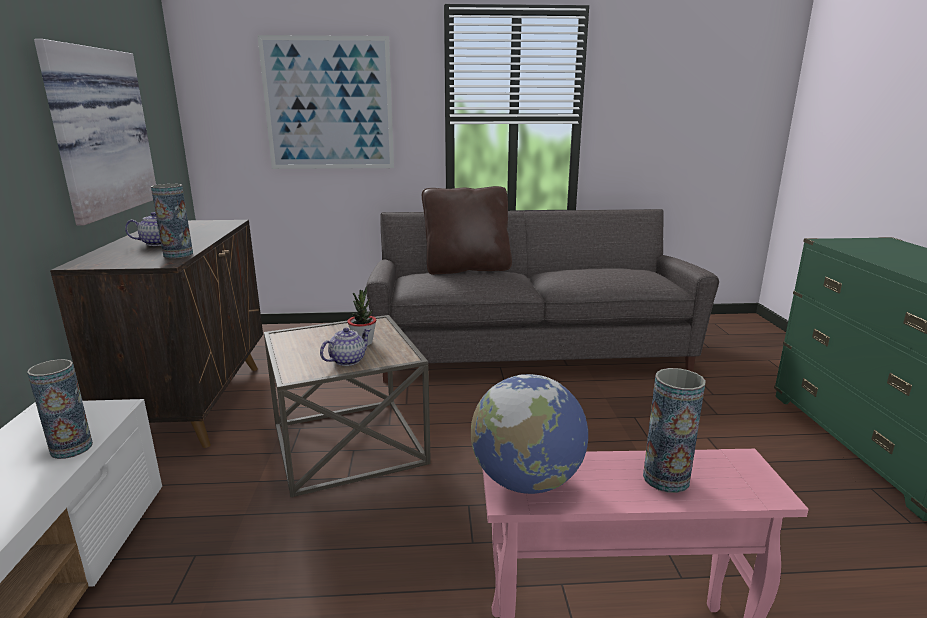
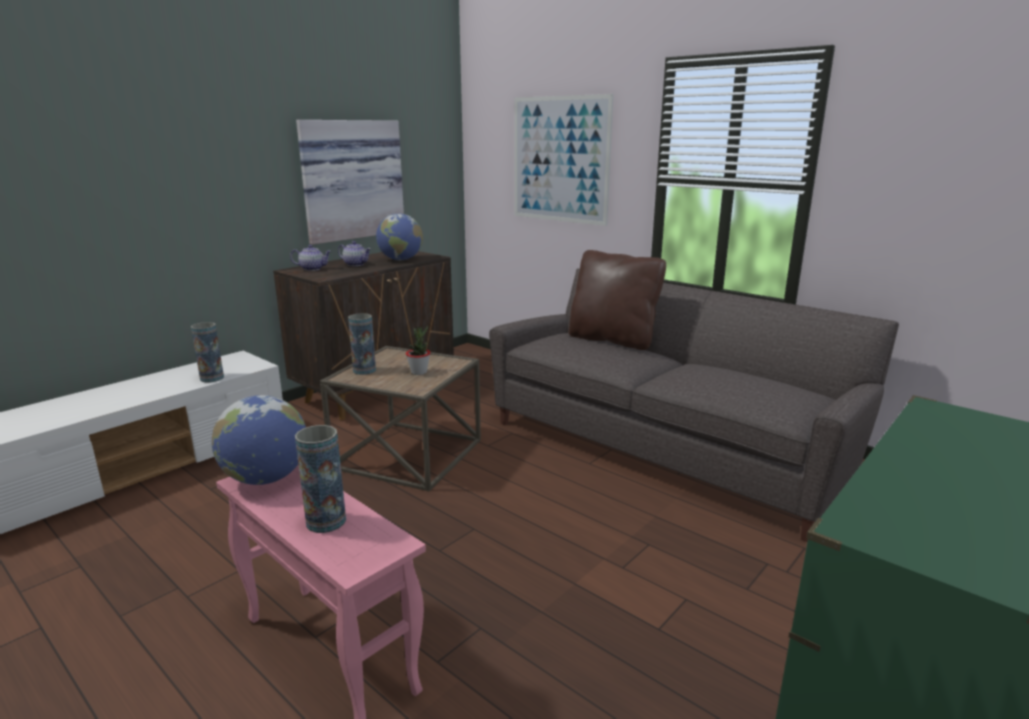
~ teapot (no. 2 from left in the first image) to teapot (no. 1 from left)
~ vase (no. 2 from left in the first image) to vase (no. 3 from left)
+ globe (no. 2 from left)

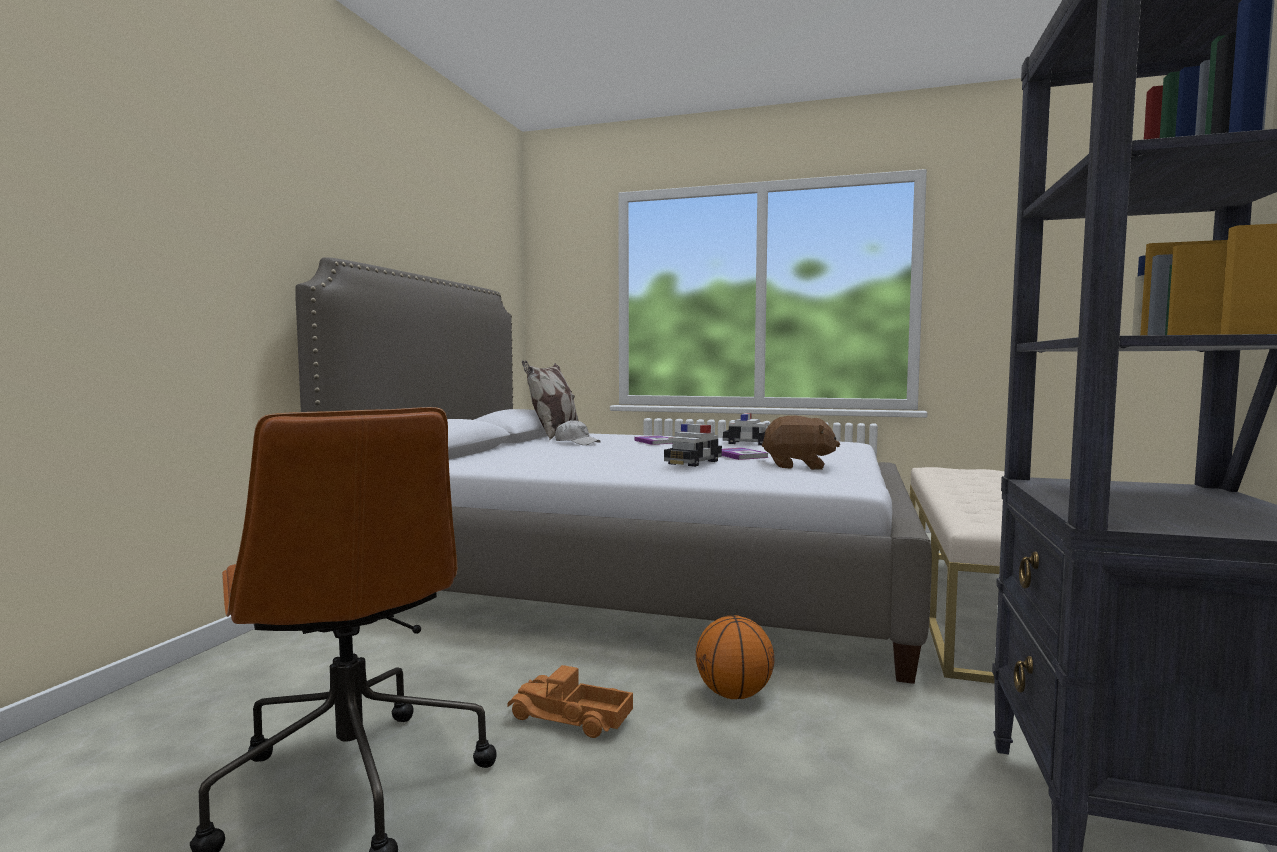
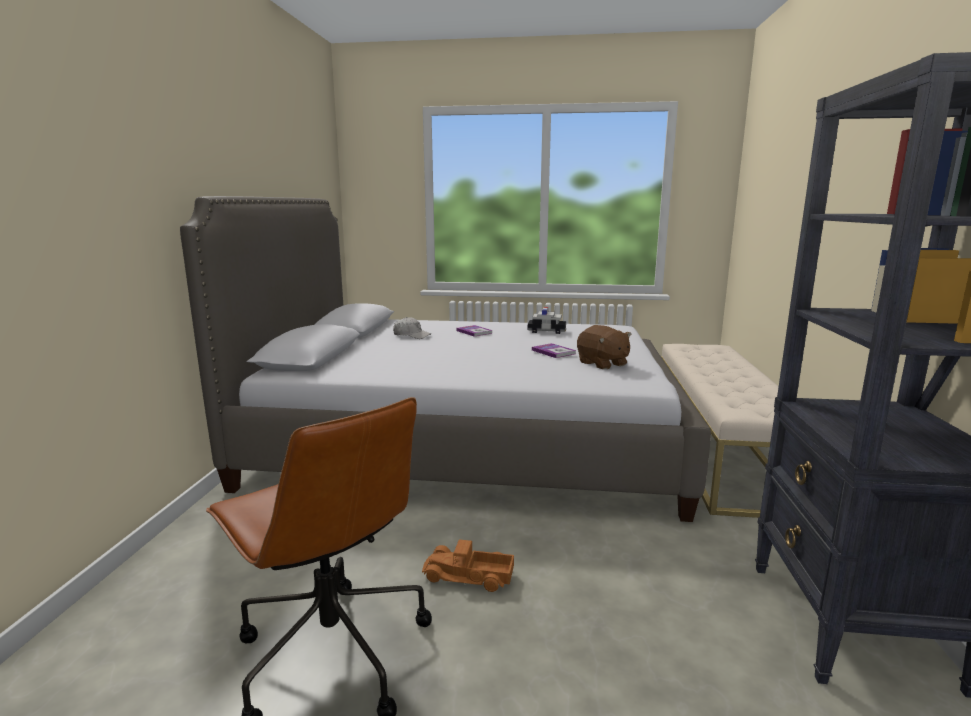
~ brown plush toy 60 degrees clockwise
- pillow
- toy car (no. 1 from left)
- basketball

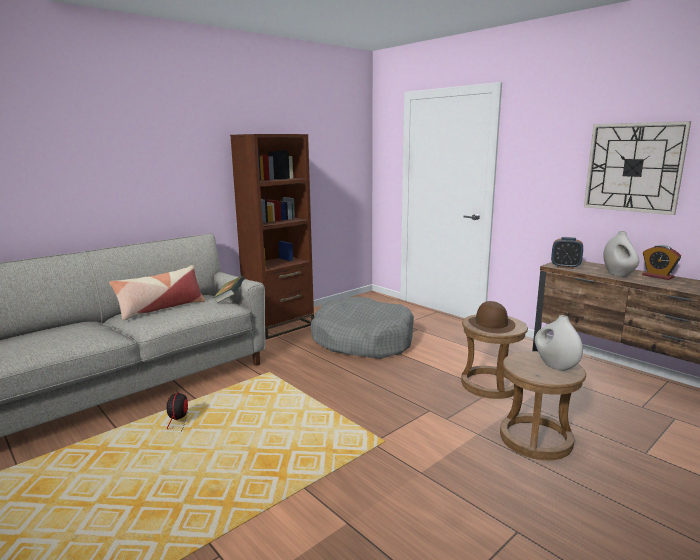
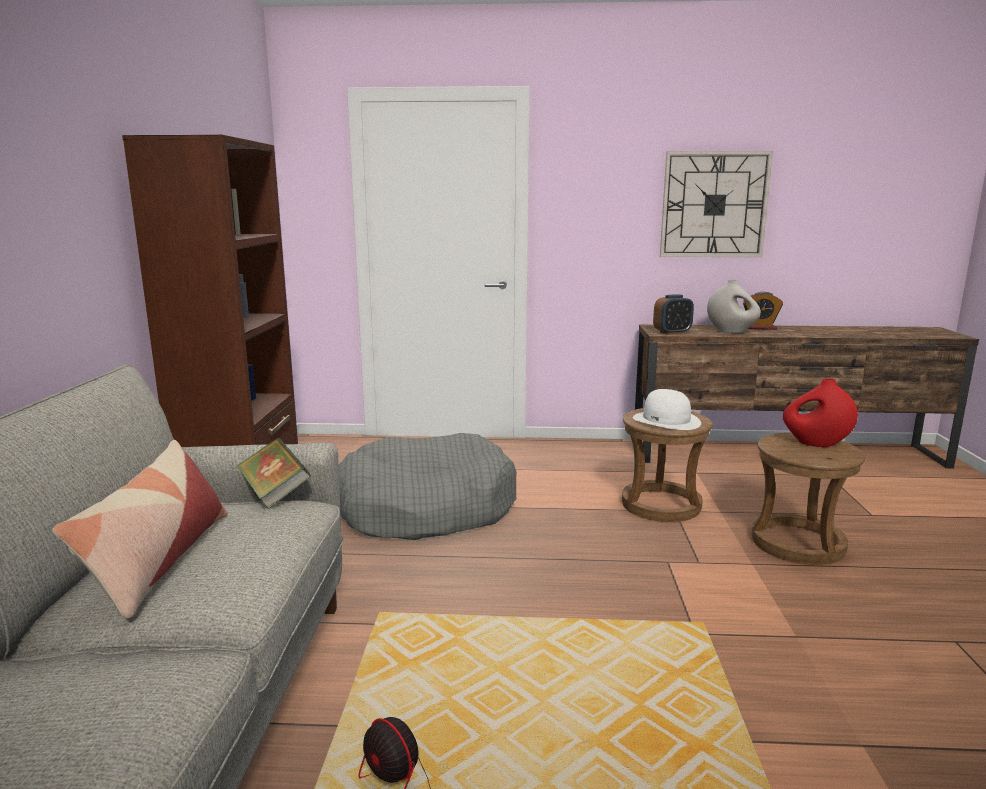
~ brown hat to white hat
~ white vase (no. 1 from left) to red vase

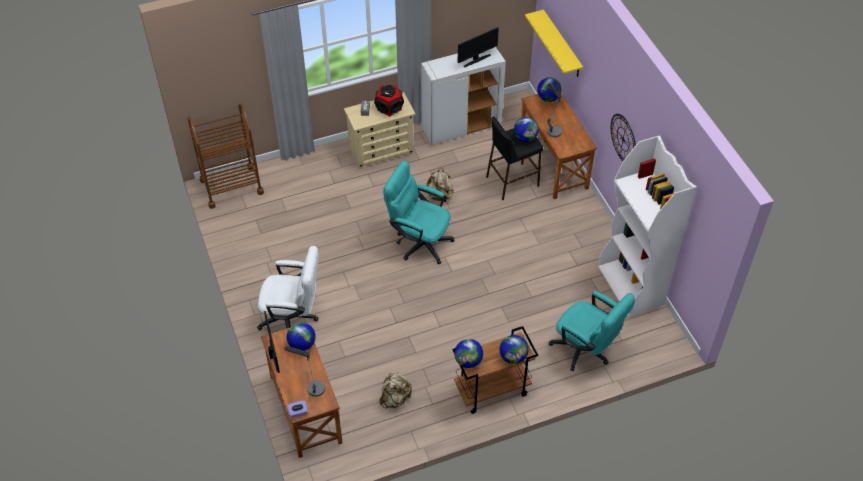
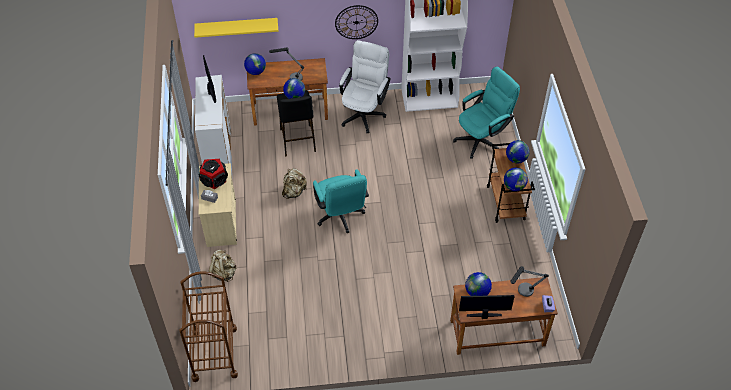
~ beige backpack (no. 1 from left)
~ turquoise office chair (no. 1 from left) 60 degrees counterclockwise
~ white office chair

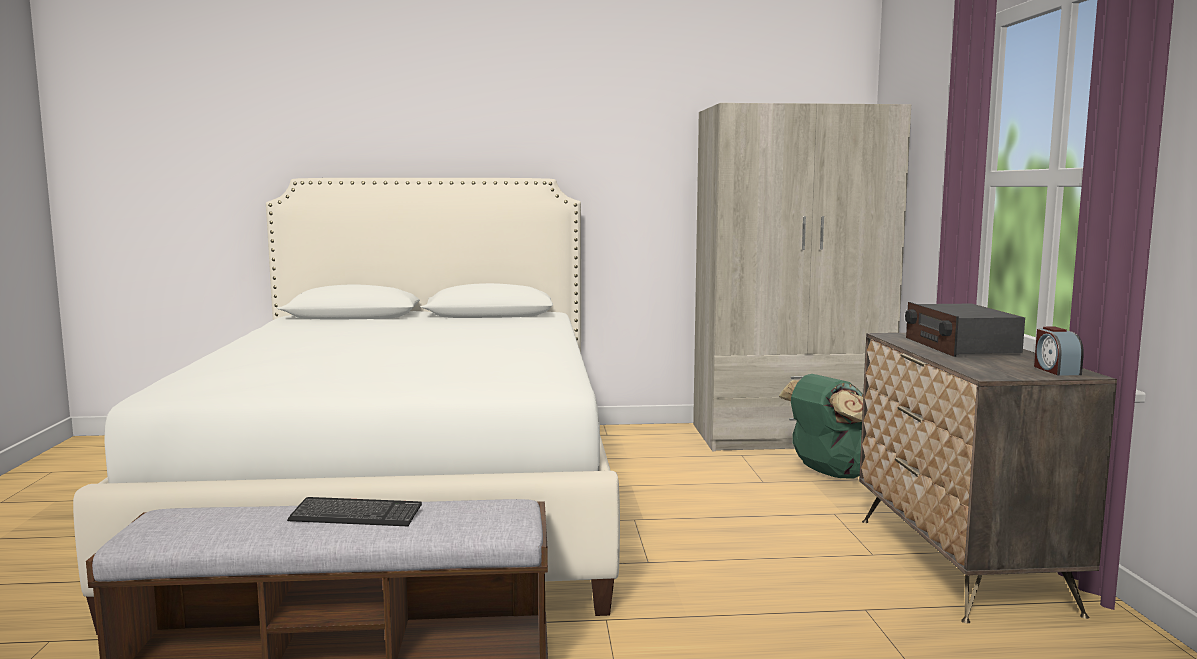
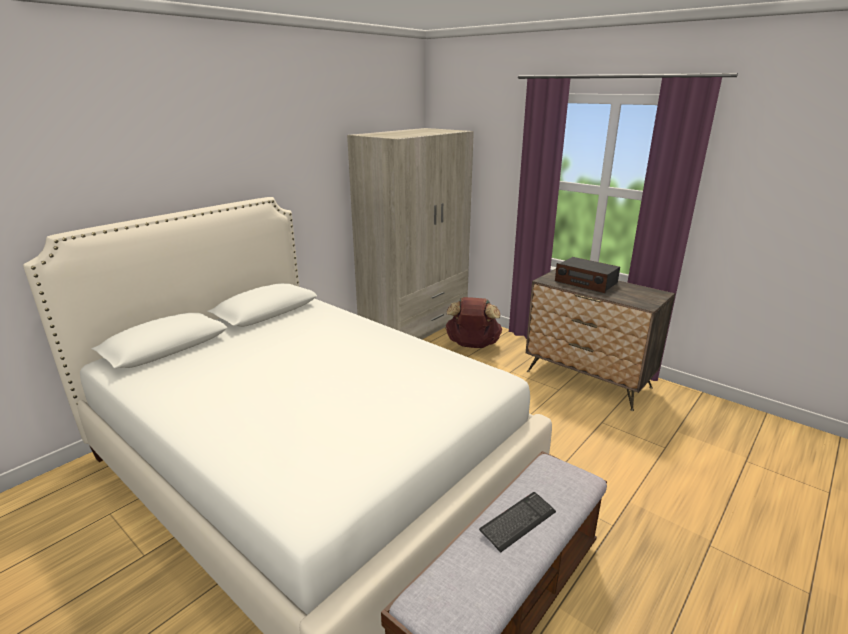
~ green backpack to brown backpack
- alarm clock

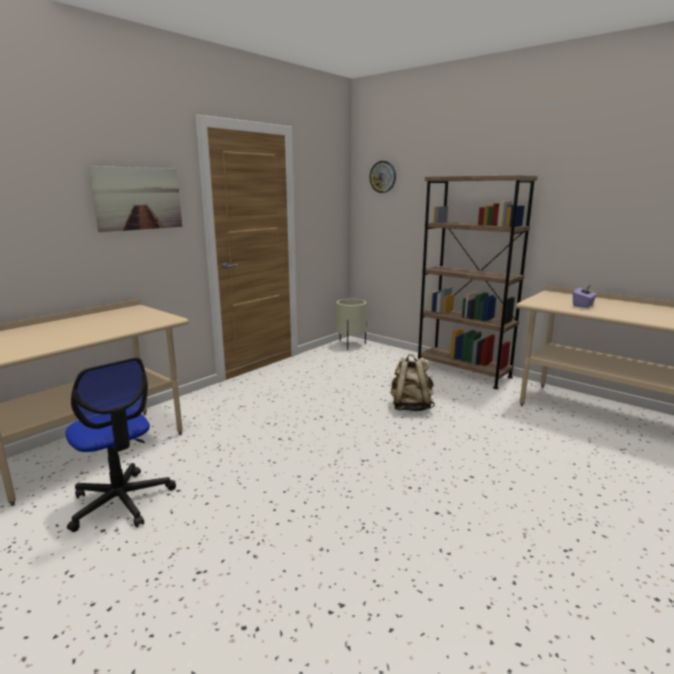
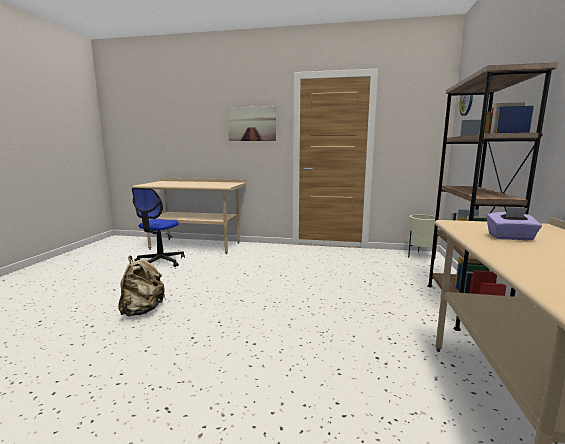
~ beige backpack

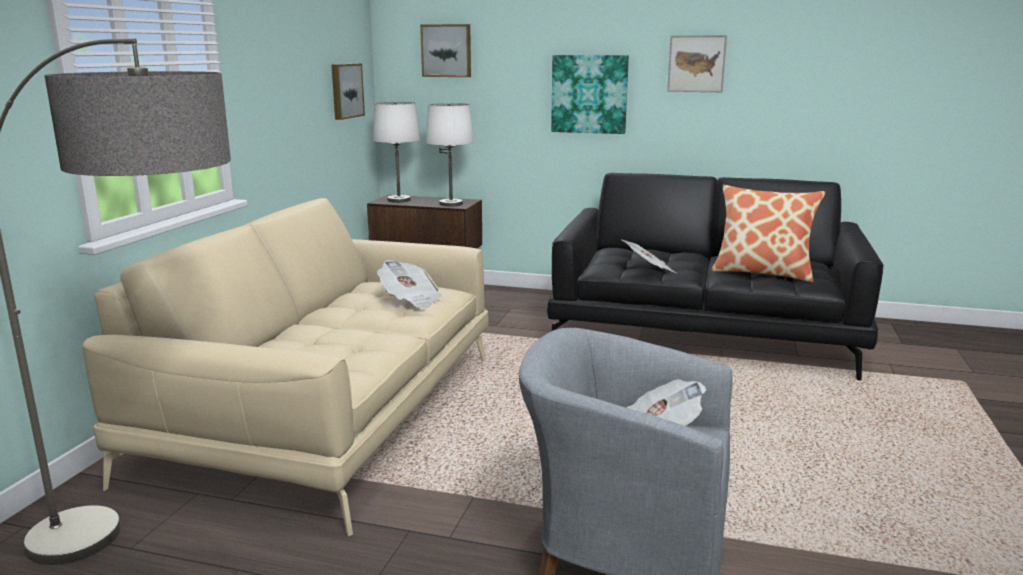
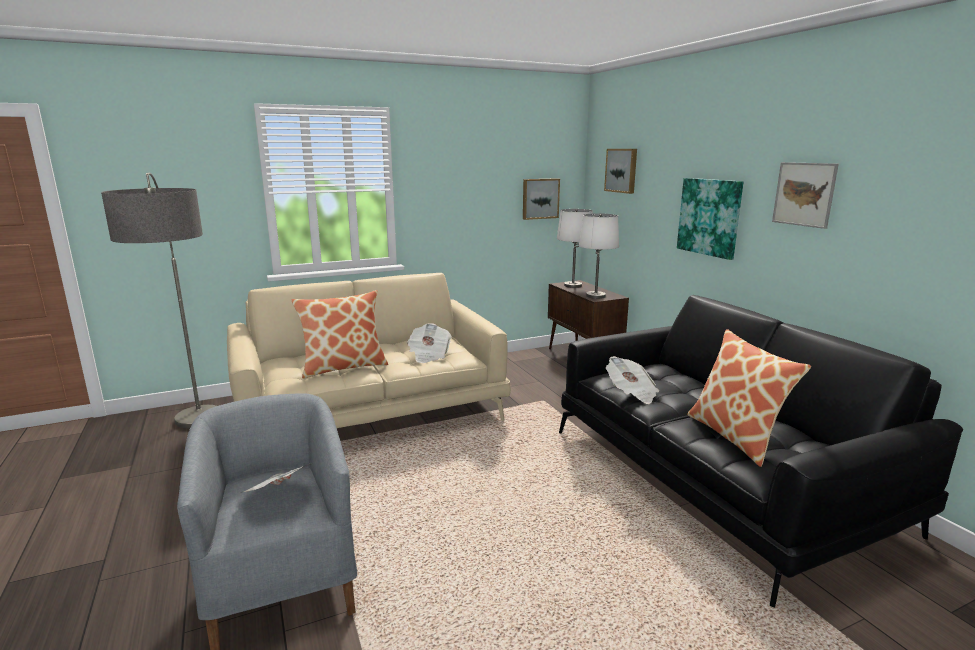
+ pillow (no. 1 from left)

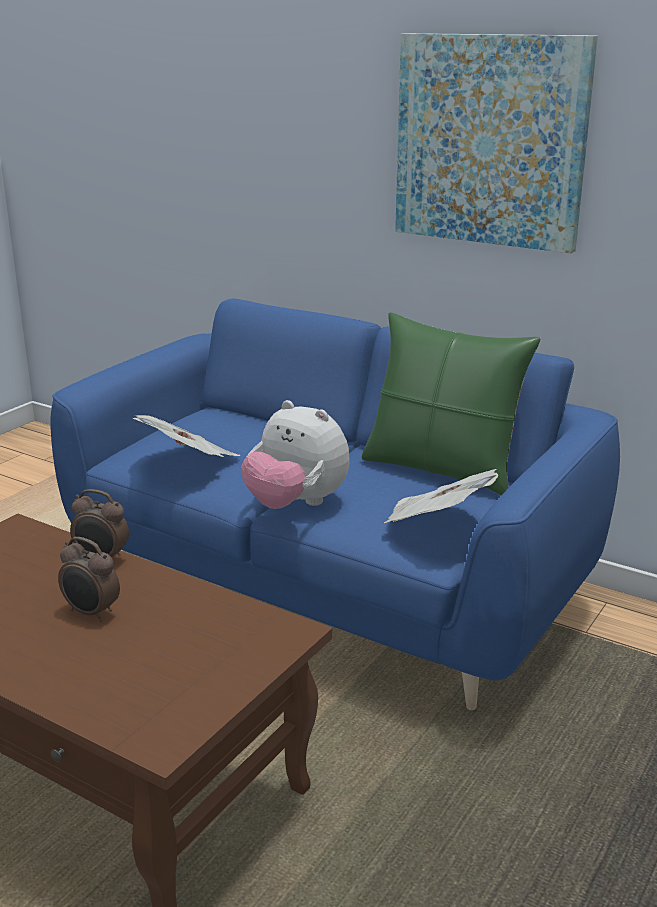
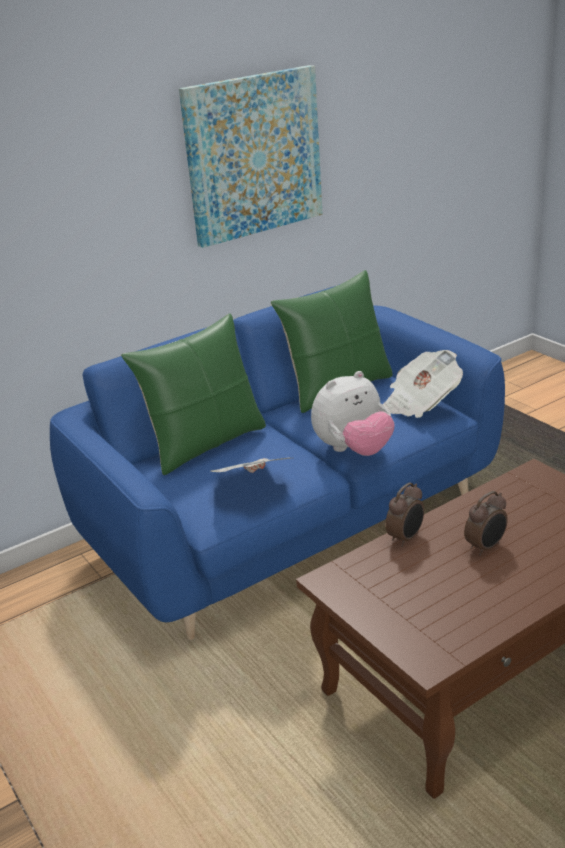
+ green pillow (no. 1 from left)

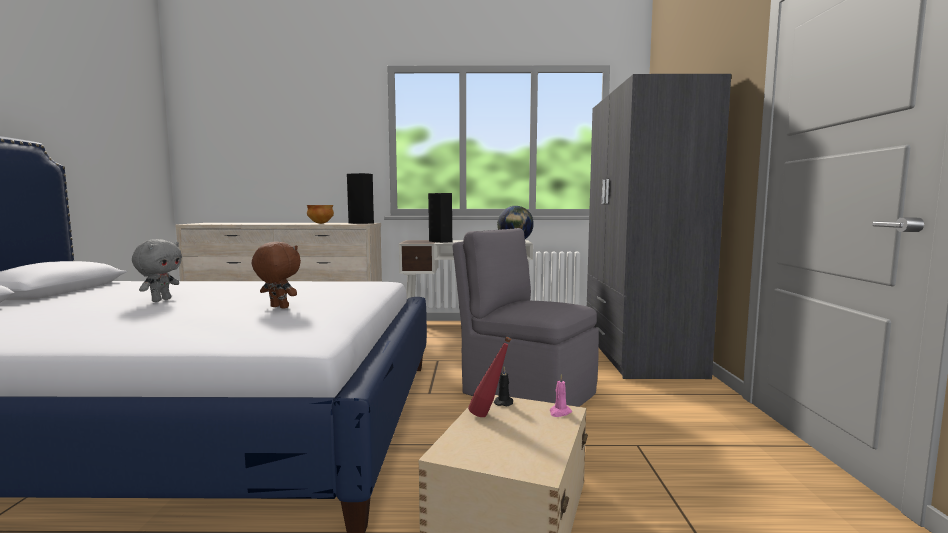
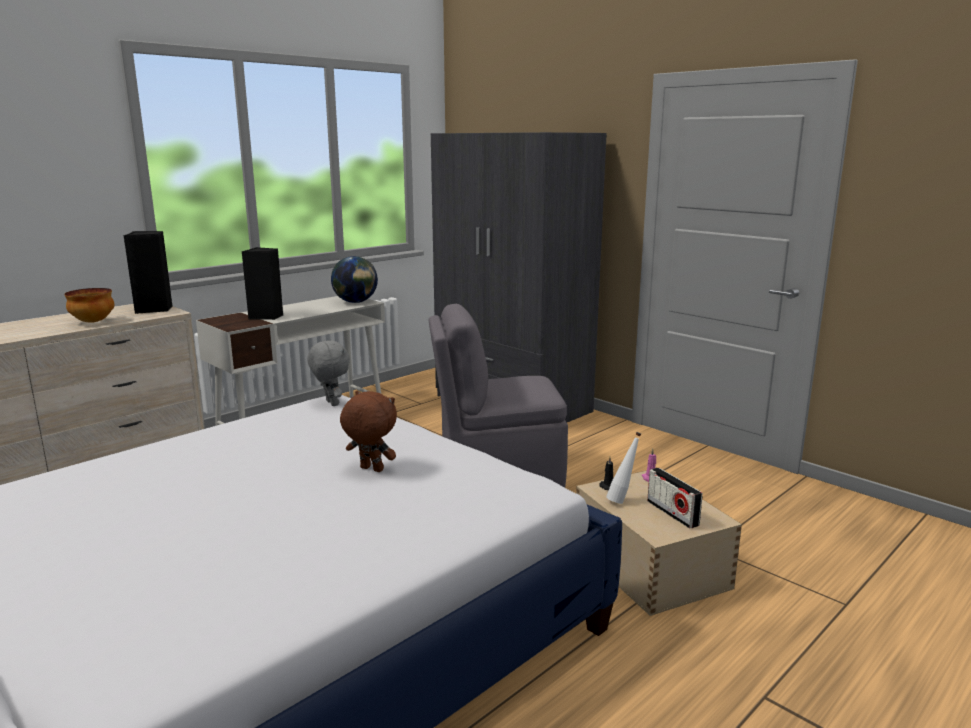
~ grey plush toy
~ brown plush toy 45 degrees clockwise
~ red bottle to white bottle
+ radio

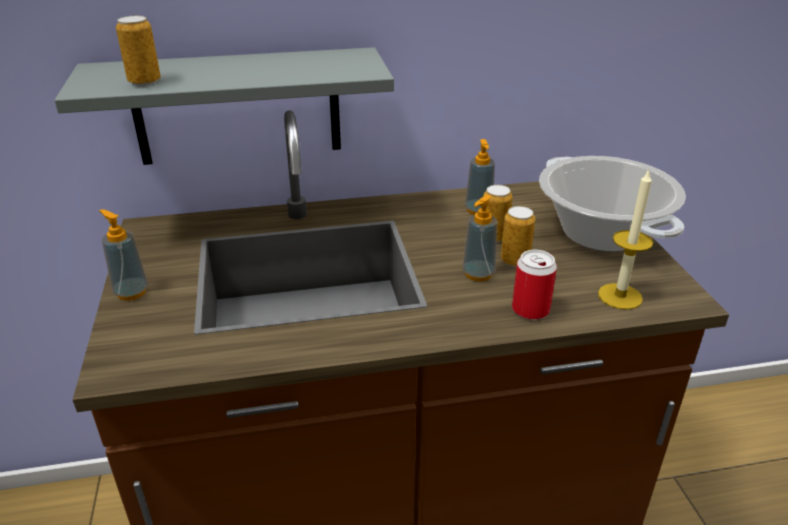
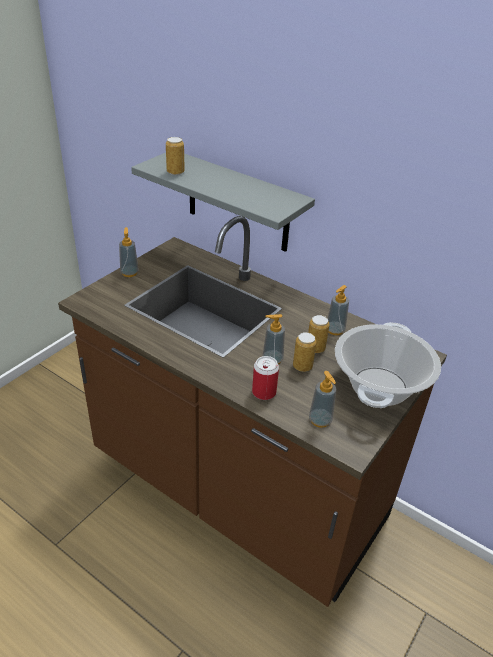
~ candle to soap dispenser (no. 3 from left)

